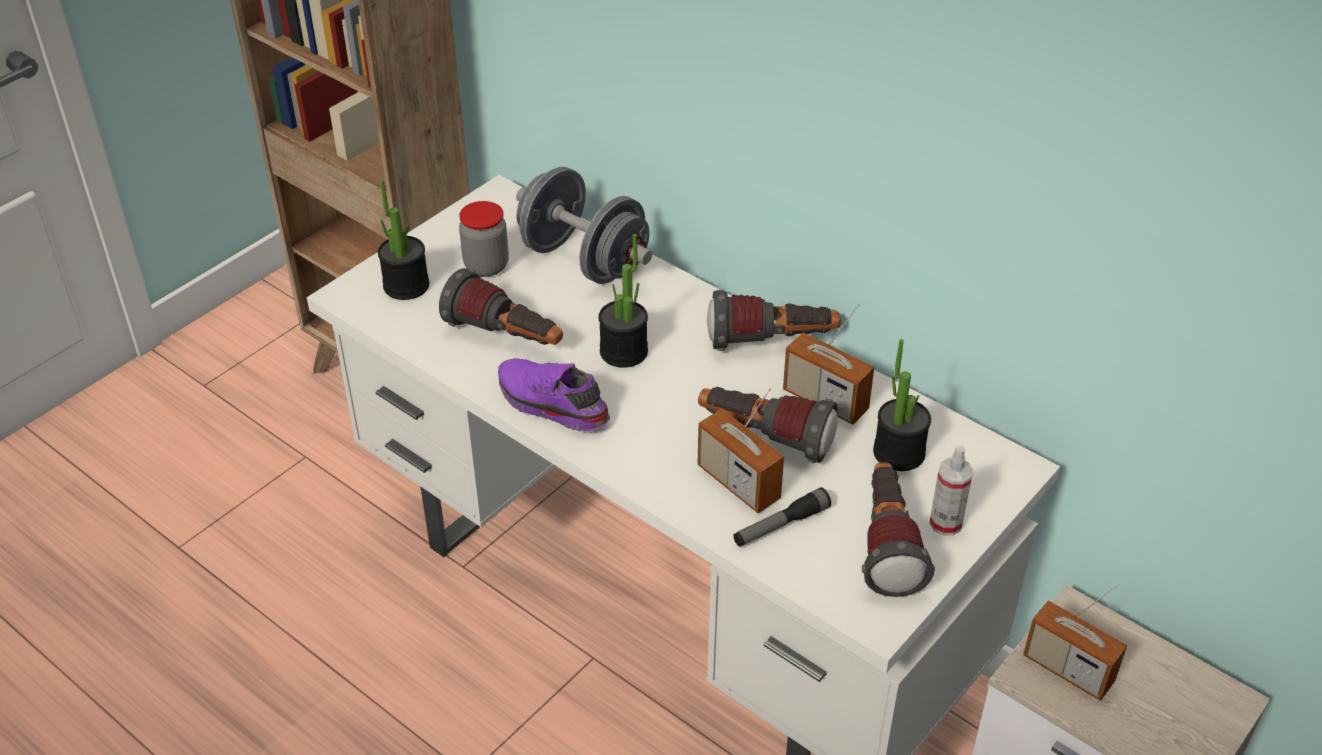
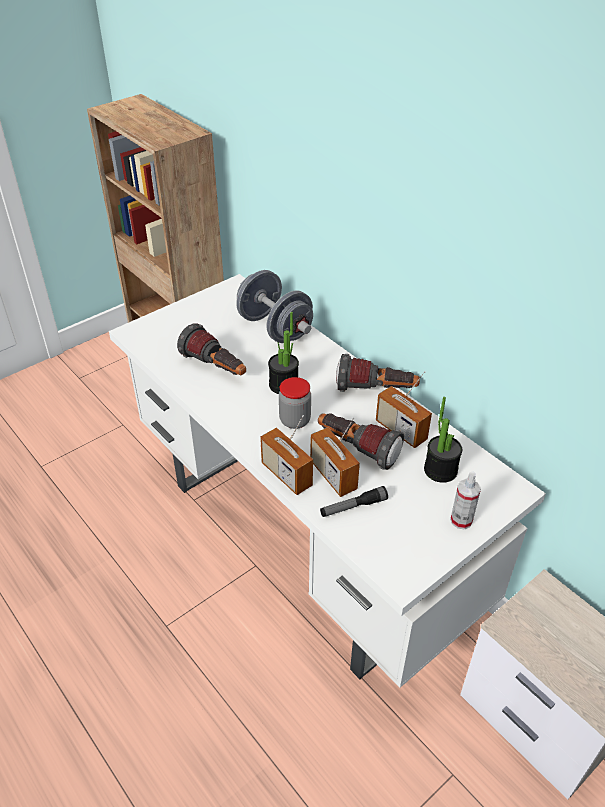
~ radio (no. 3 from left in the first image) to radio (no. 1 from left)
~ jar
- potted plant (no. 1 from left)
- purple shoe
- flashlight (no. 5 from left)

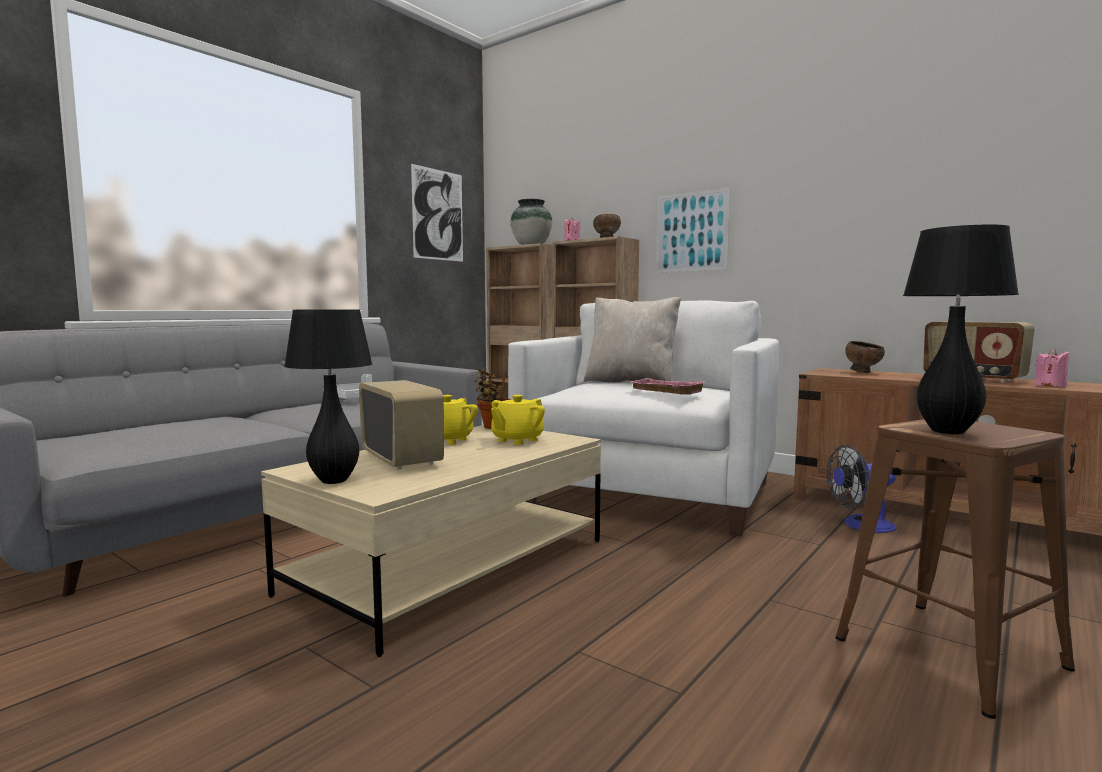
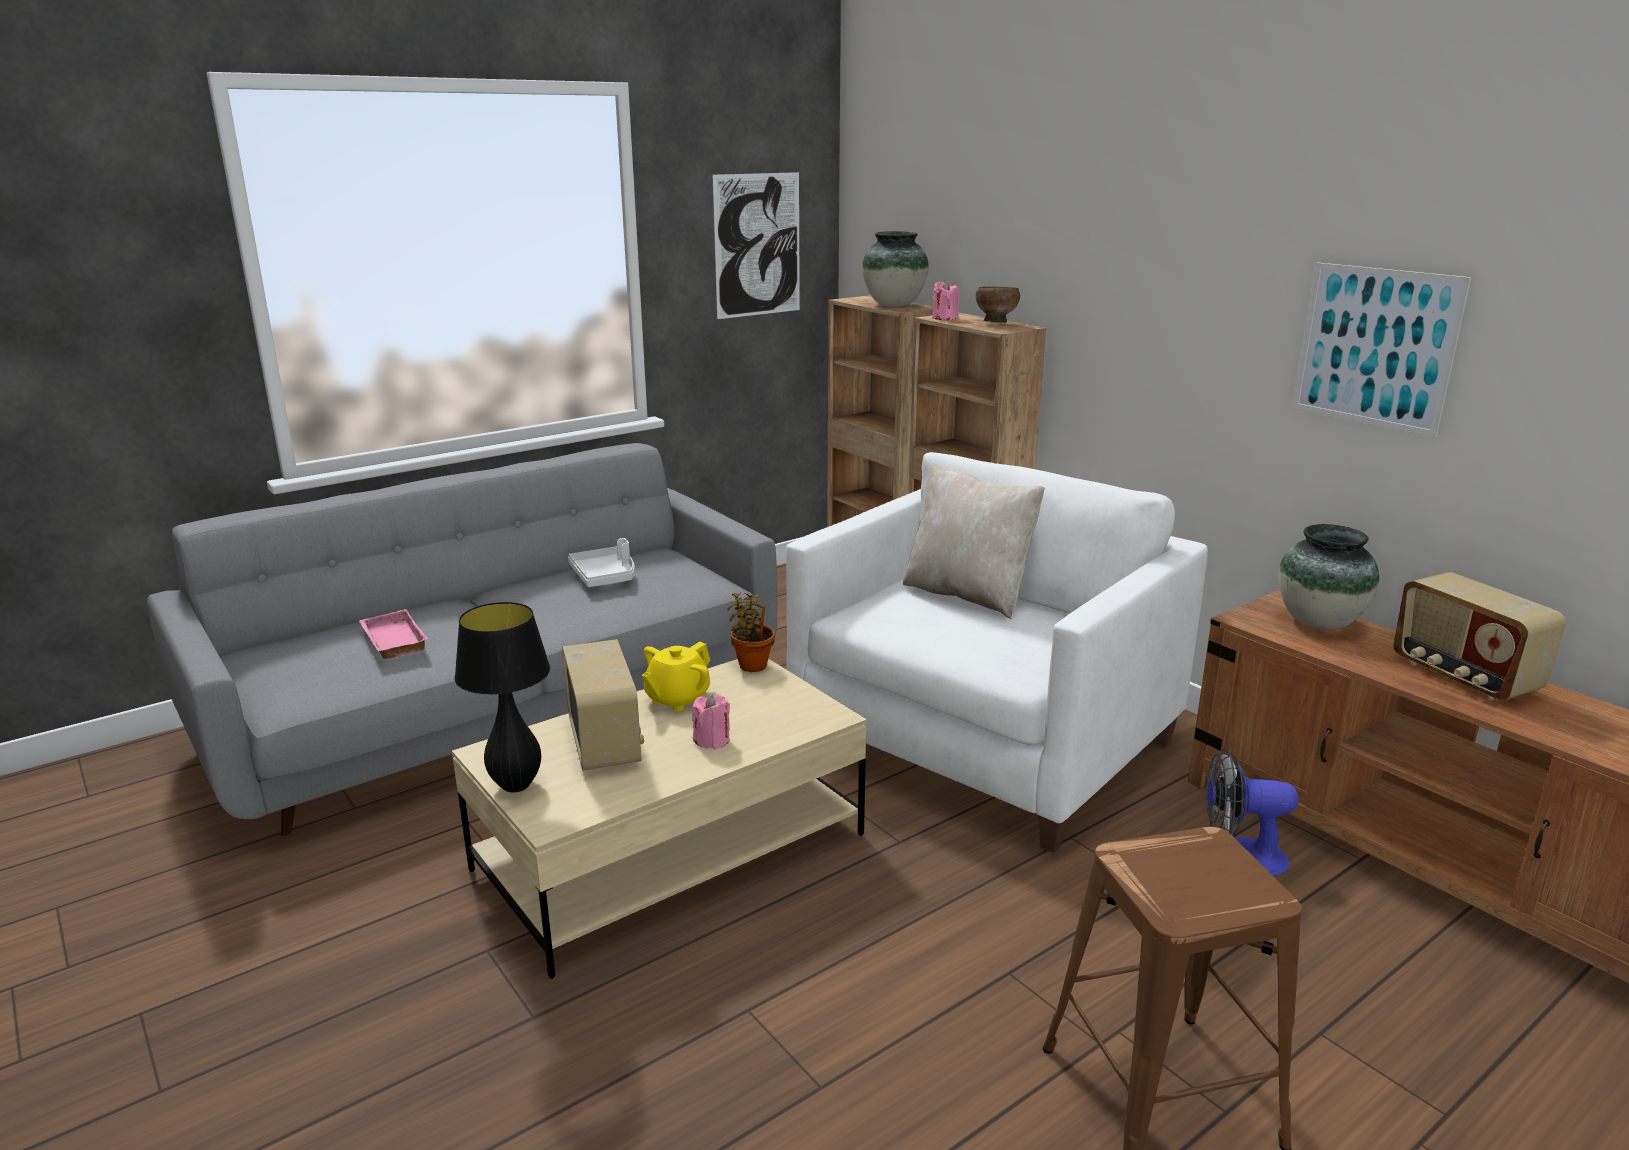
~ pink tray
~ pink candle (no. 2 from left in the first image) to pink candle (no. 1 from left)
~ brown bowl (no. 2 from left) to vase (no. 2 from left)
~ picture (no. 2 from left)
- yellow teapot (no. 2 from left)
- black table lamp (no. 2 from left)

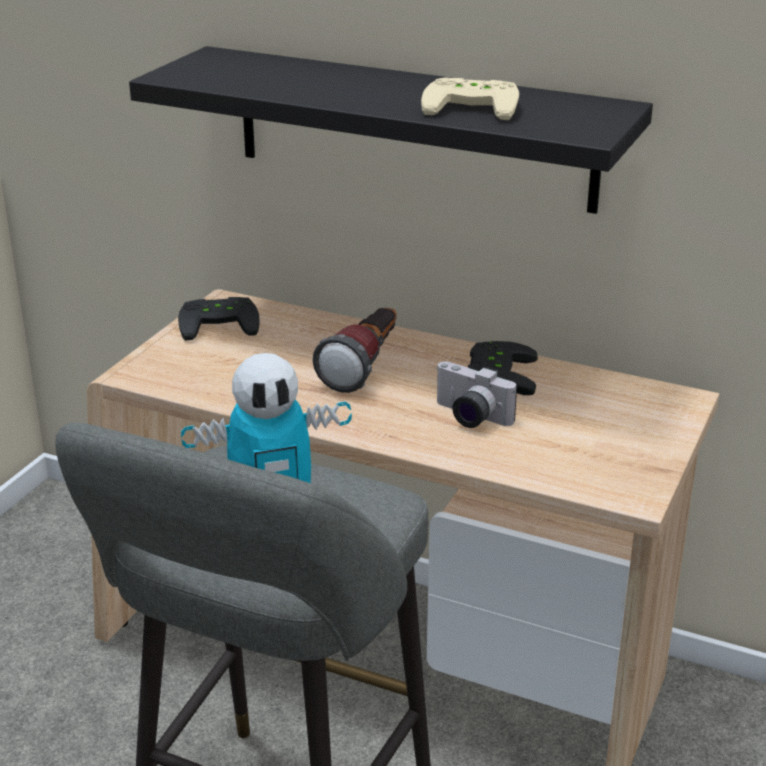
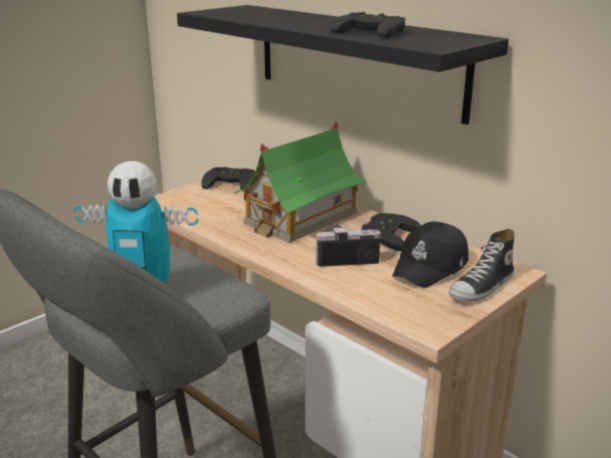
~ flashlight to toy house
~ photo camera 120 degrees clockwise
~ beige game controller to black game controller (no. 2 from left)
+ black cap
+ shoe

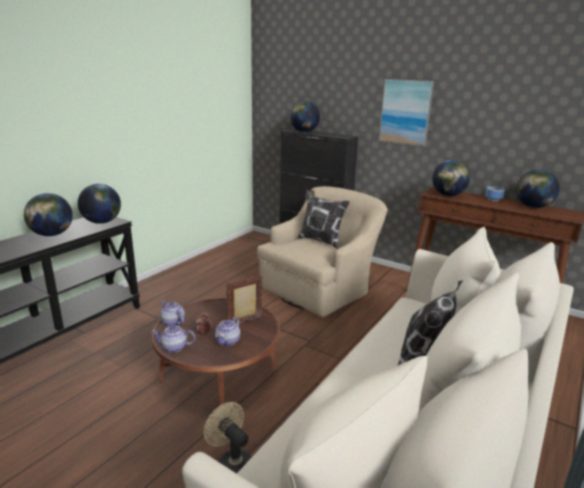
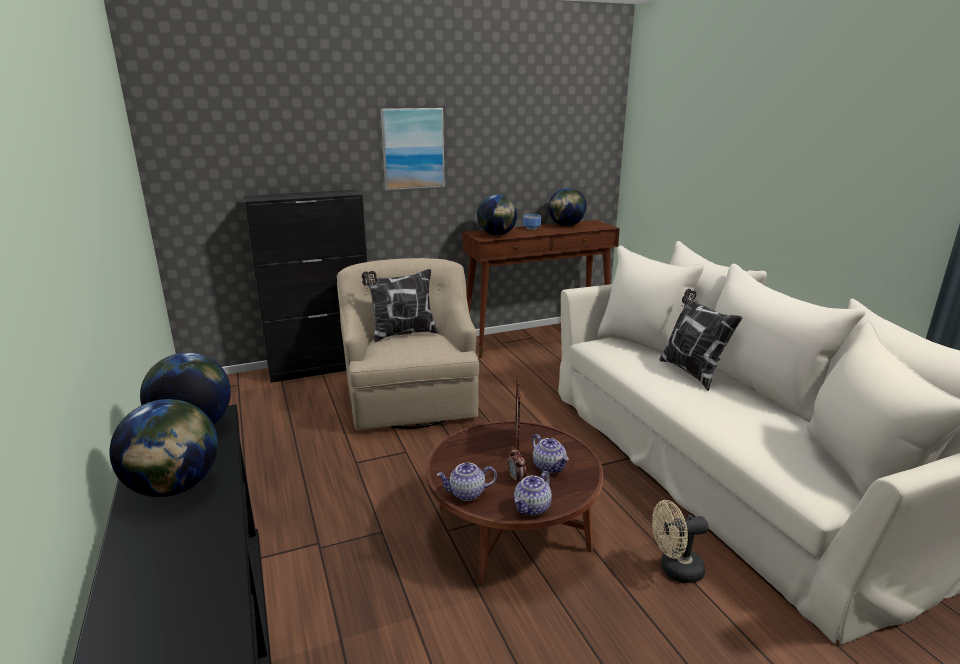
- globe (no. 3 from left)

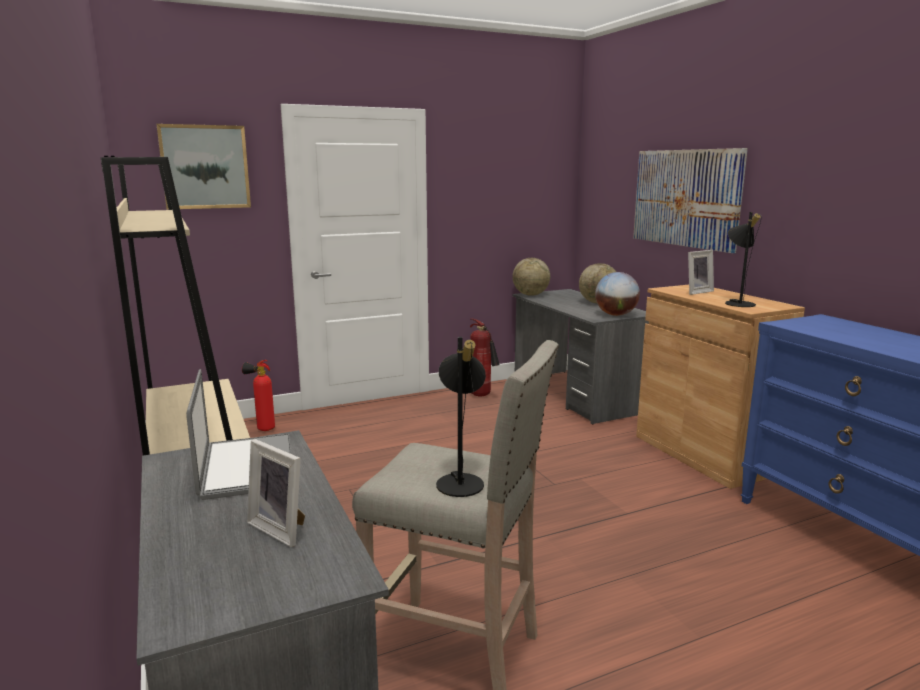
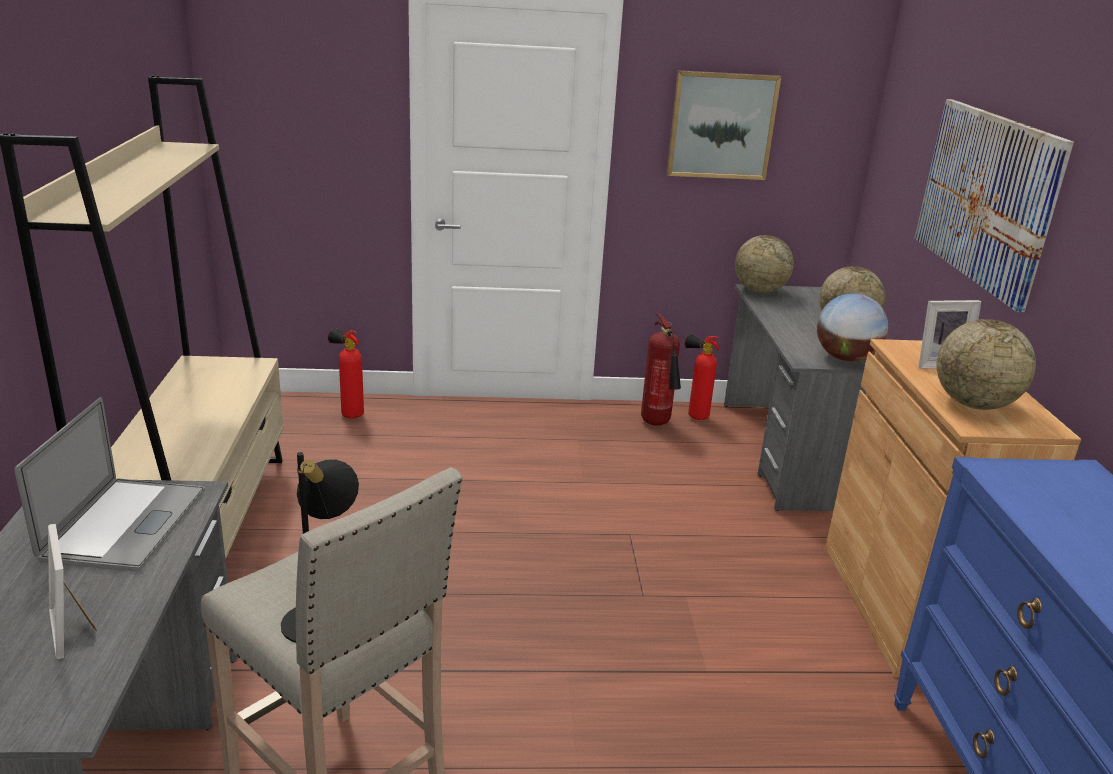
~ picture (no. 1 from left)
+ fire extinguisher (no. 3 from left)
~ black table lamp (no. 2 from left) to globe (no. 4 from left)

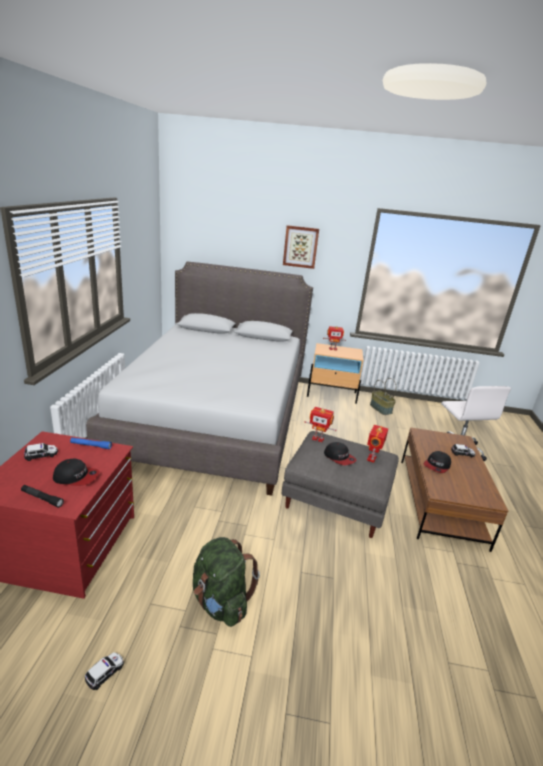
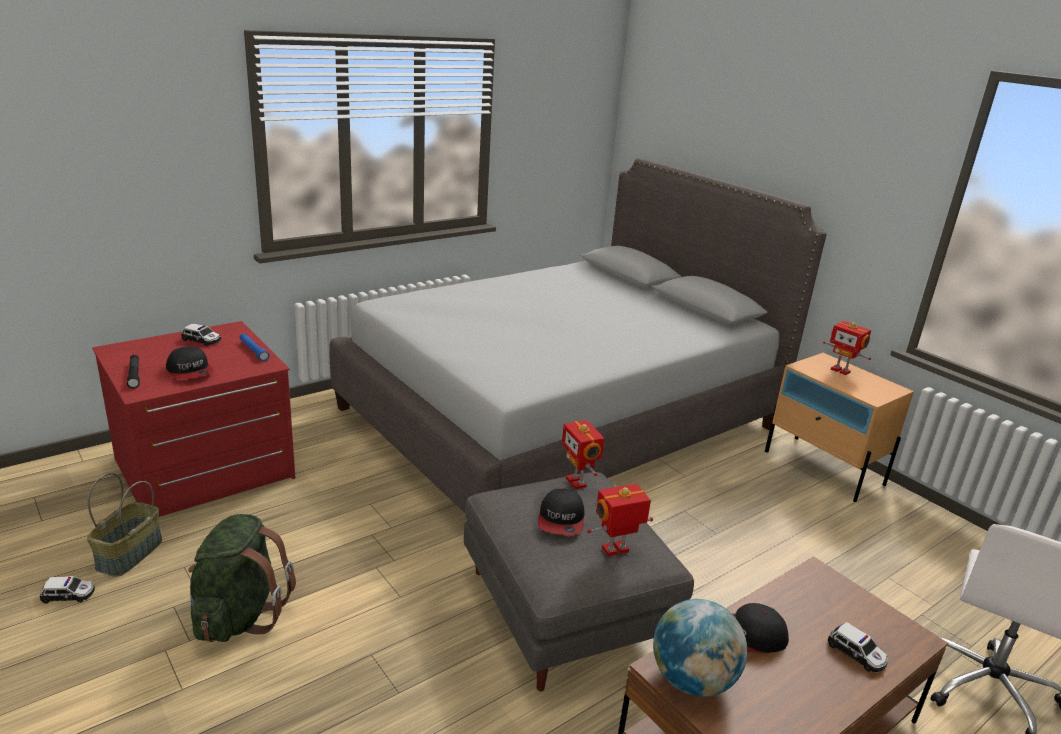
~ basket
+ globe
- picture

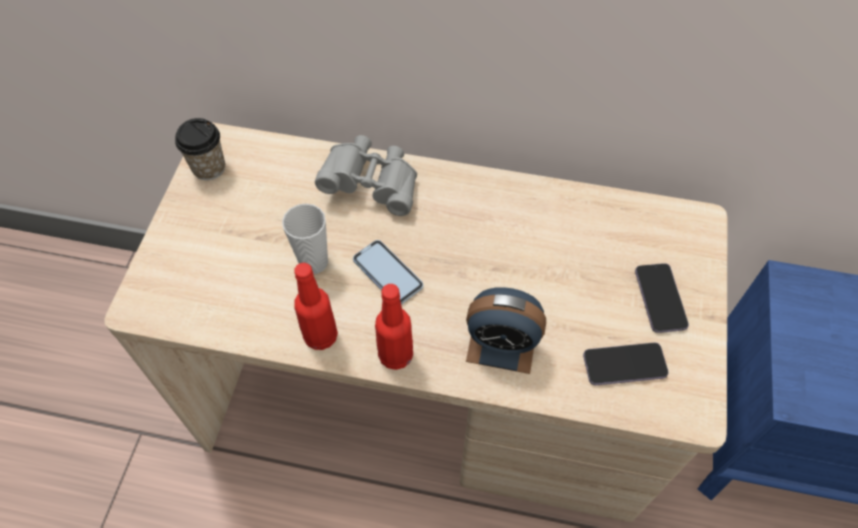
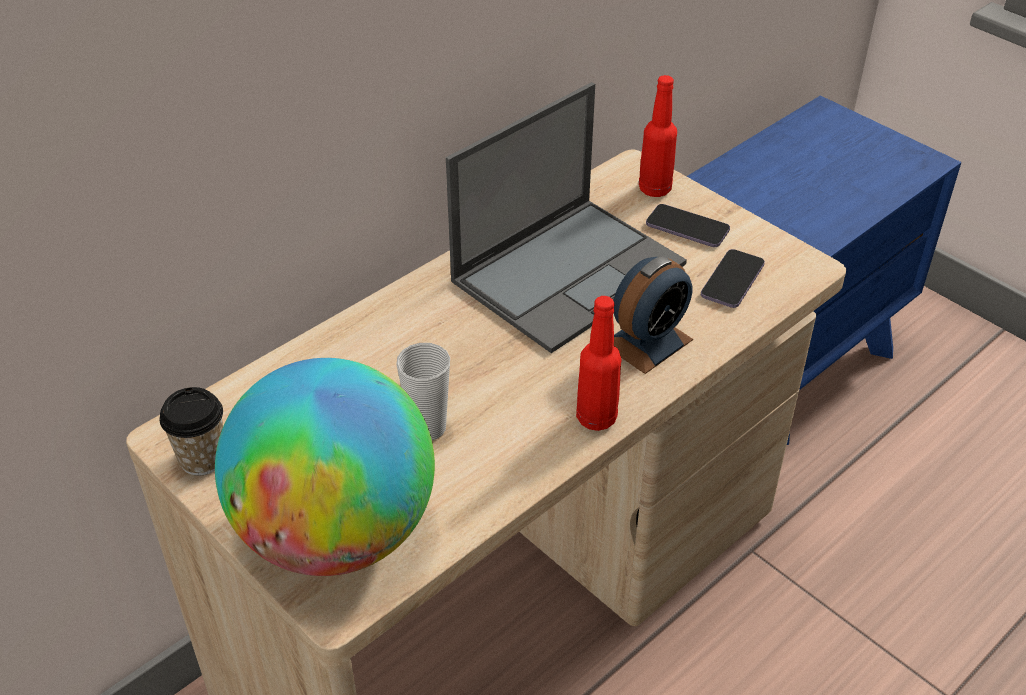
+ globe
+ laptop
~ red bottle (no. 1 from left in the first image) to red bottle (no. 2 from left)
- grey binoculars
- phone (no. 1 from left)

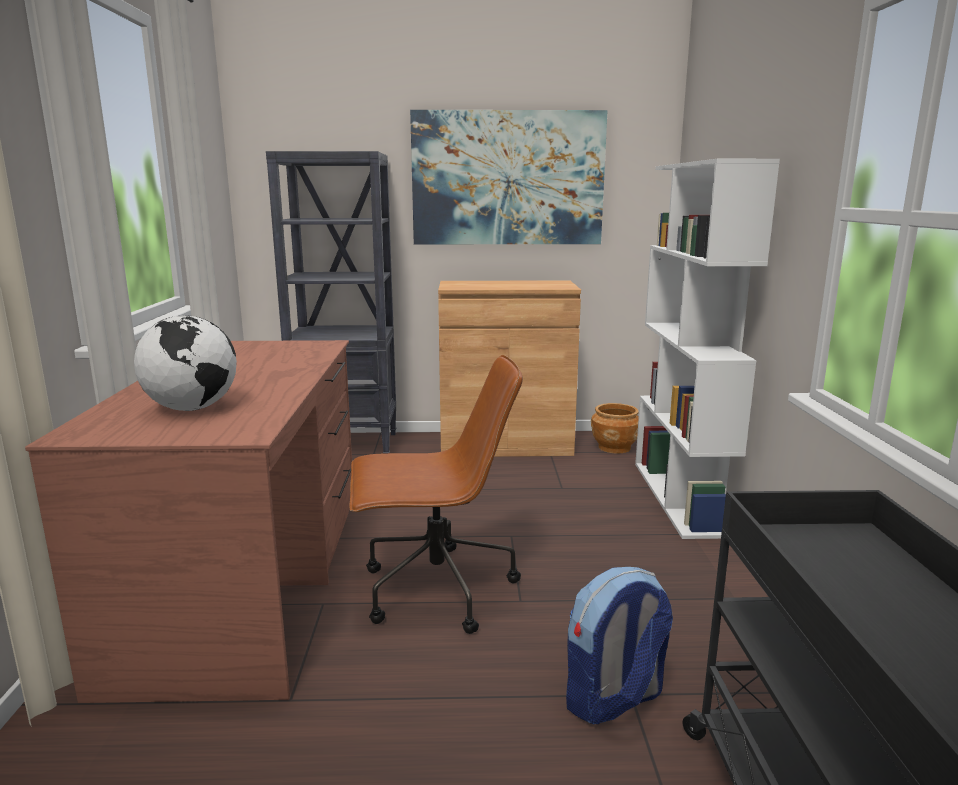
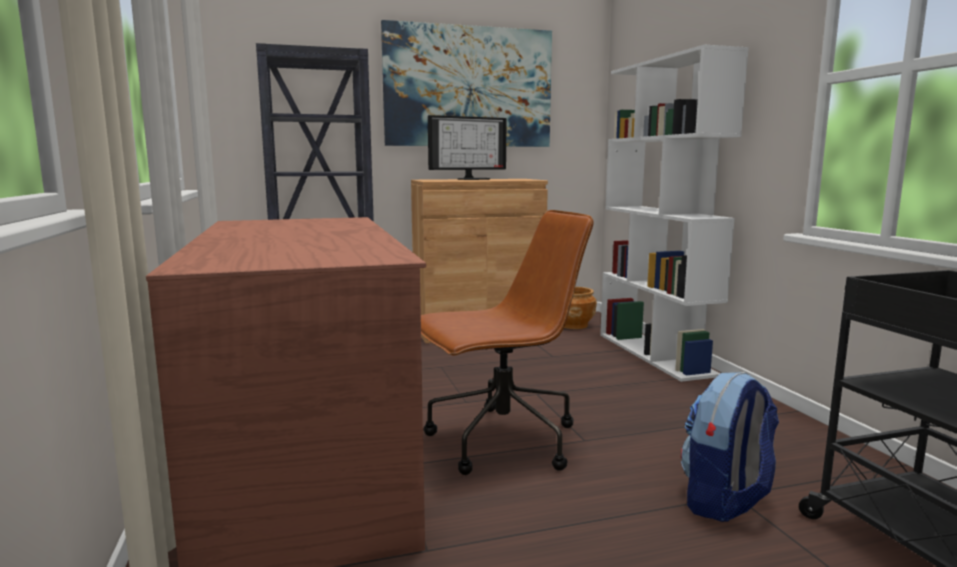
+ monitor
- globe

